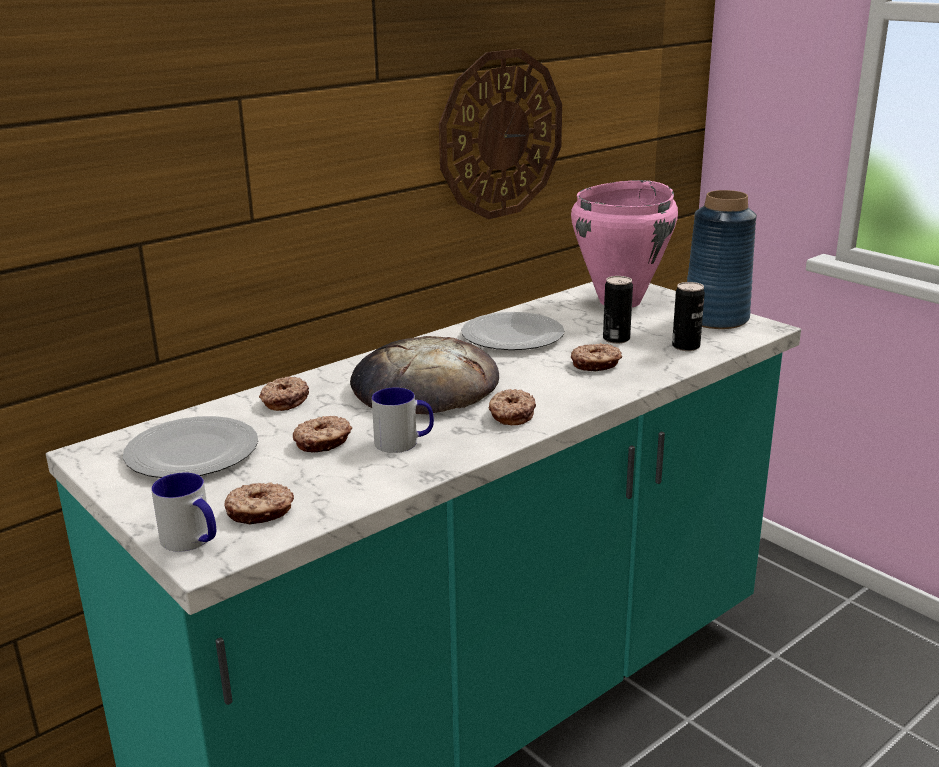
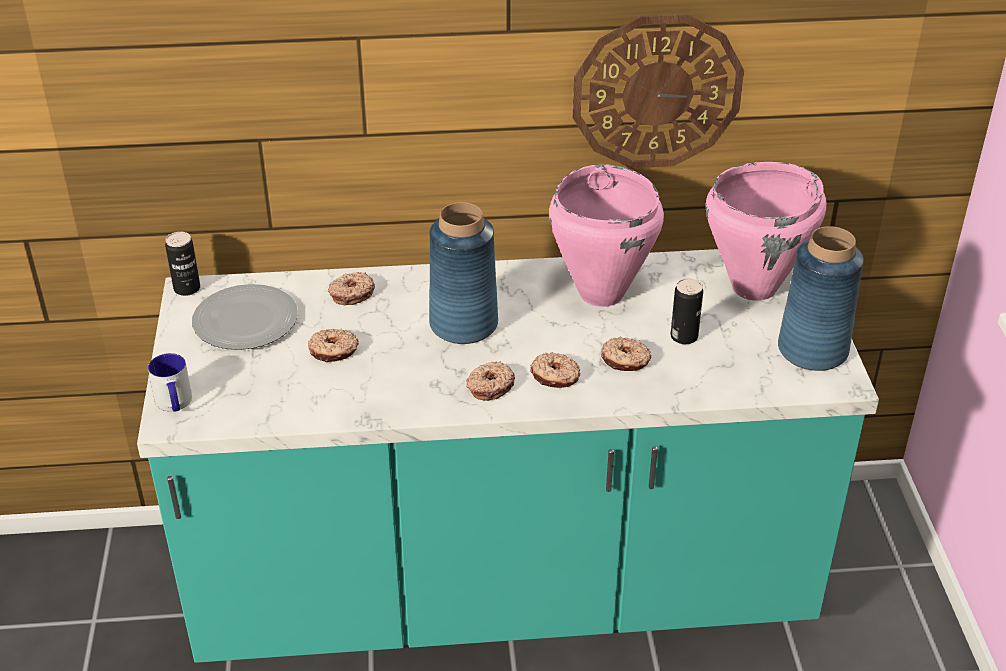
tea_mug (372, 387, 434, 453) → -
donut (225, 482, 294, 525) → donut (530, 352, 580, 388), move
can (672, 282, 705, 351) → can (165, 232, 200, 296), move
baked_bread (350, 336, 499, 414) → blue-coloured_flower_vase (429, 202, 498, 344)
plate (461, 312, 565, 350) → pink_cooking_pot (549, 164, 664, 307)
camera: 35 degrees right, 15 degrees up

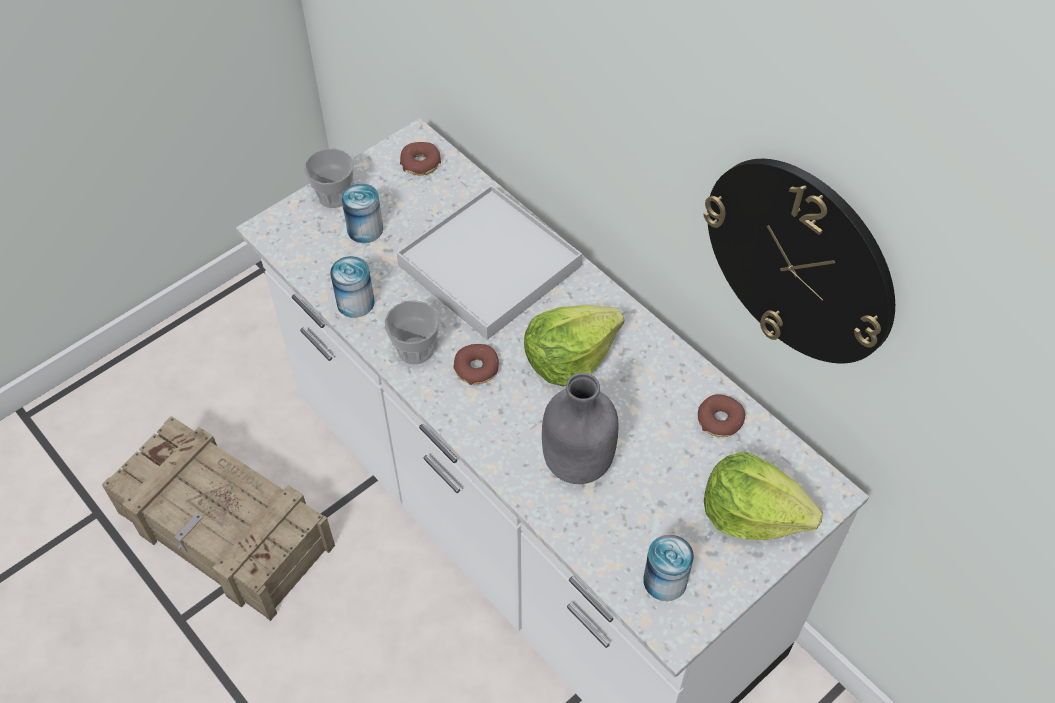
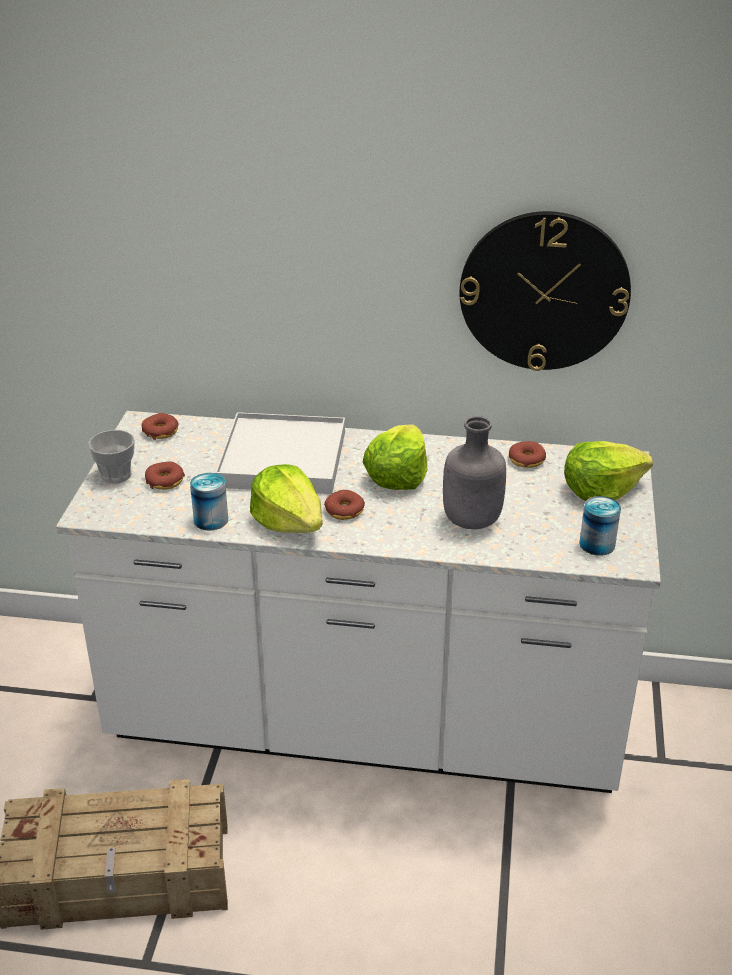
can (341, 183, 383, 243) → donut (145, 461, 185, 490)
small_cup (385, 300, 439, 364) → head_of_lettuce (250, 464, 323, 533)
camera: 40 degrees left, 20 degrees down

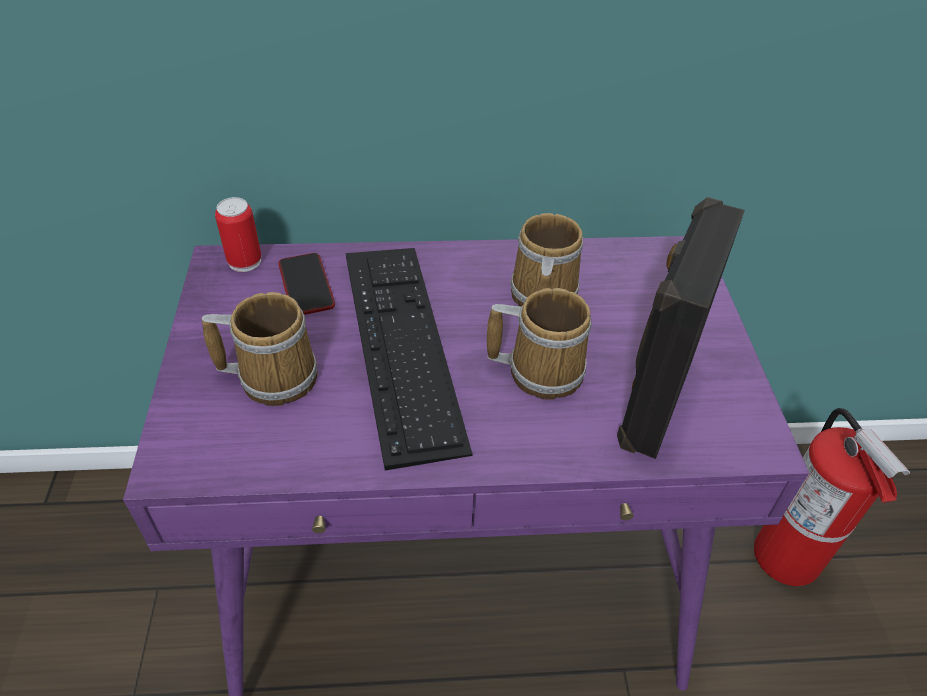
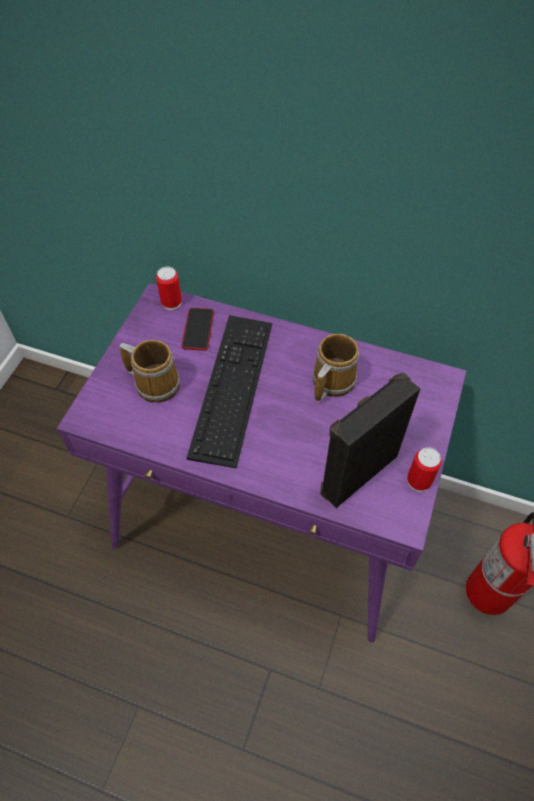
tea_mug (487, 288, 592, 400) → -
- → can (407, 447, 442, 492)
camera: 25 degrees right, 10 degrees up

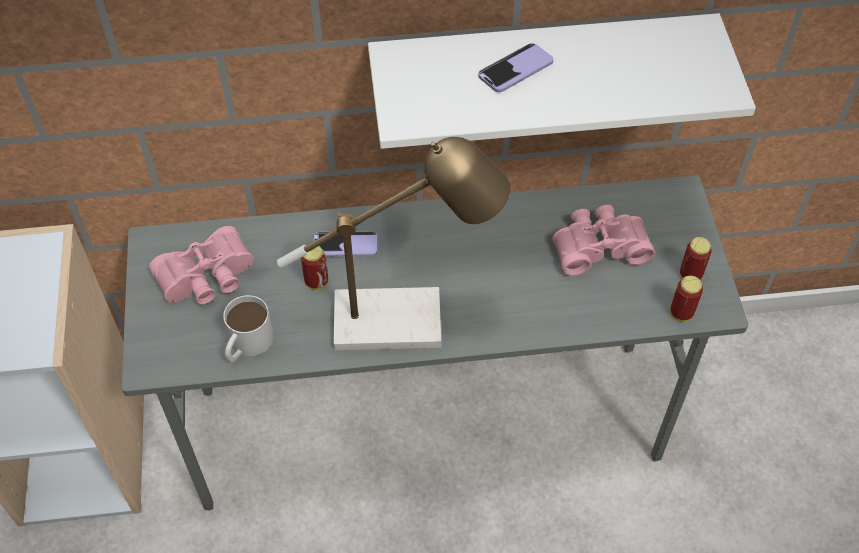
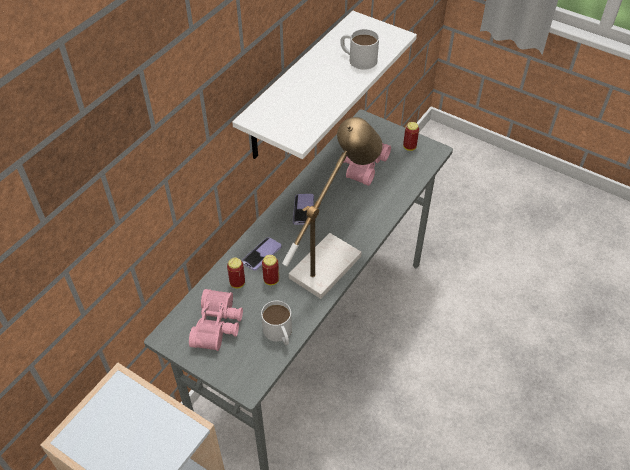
- → whitish_tea_mug (341, 29, 379, 70)
phone (478, 43, 553, 92) → phone (293, 194, 314, 225), move
can (670, 276, 703, 322) → can (227, 258, 245, 288), move
camera: 50 degrees left, 5 degrees down

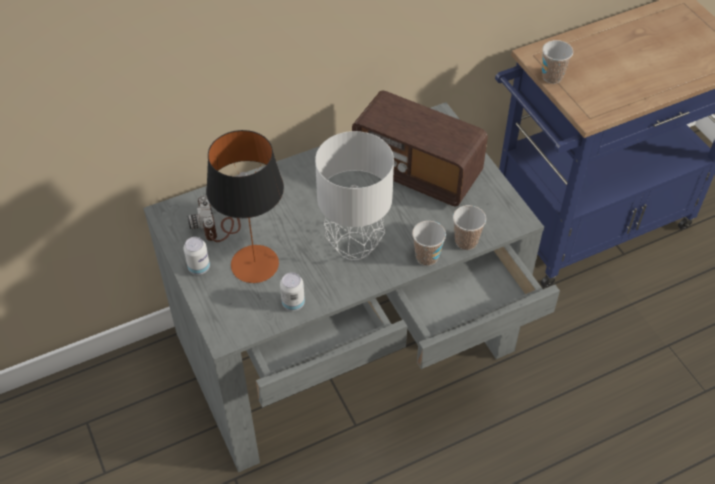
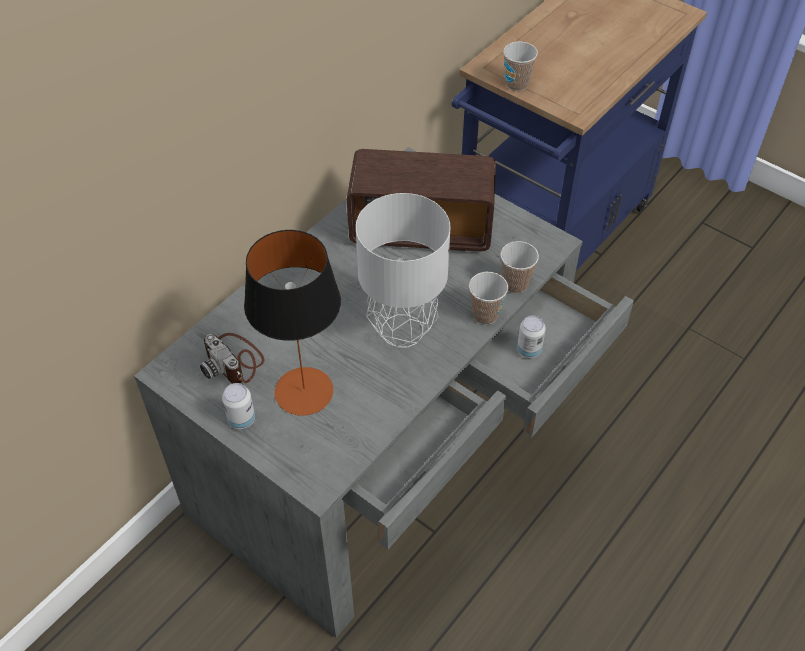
can (280, 272, 305, 311) → can (517, 315, 546, 358), move
camera: 25 degrees left, 0 degrees up

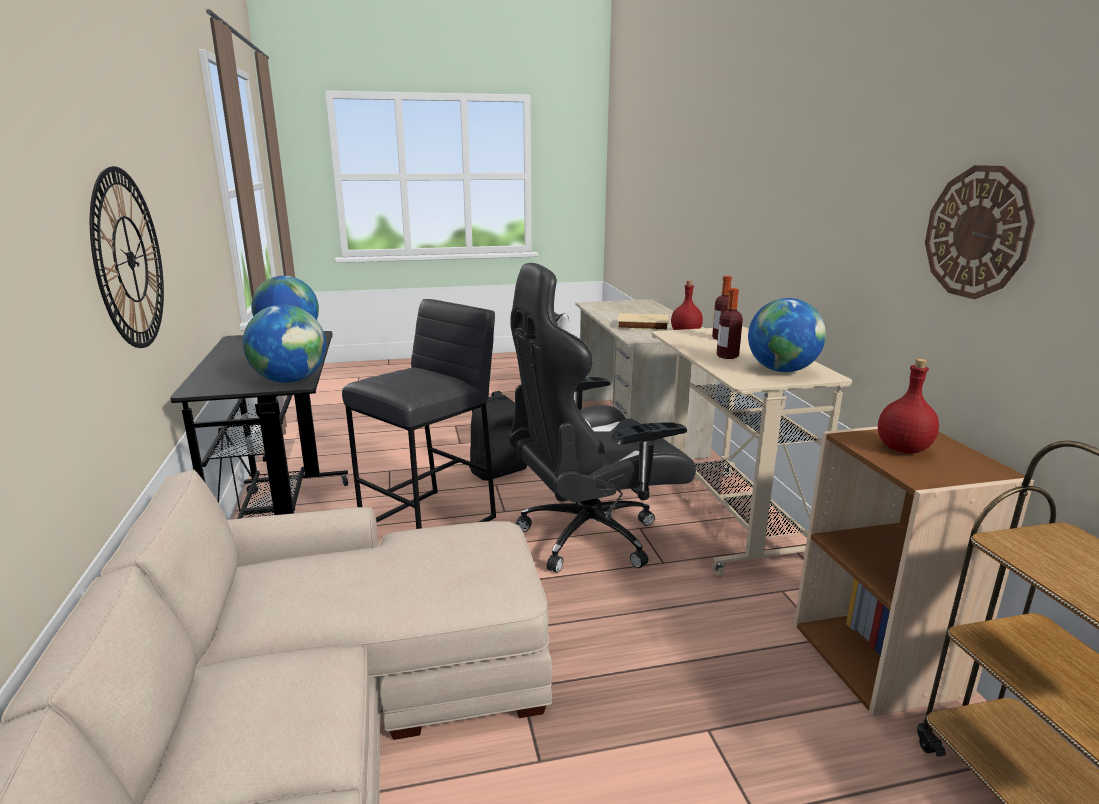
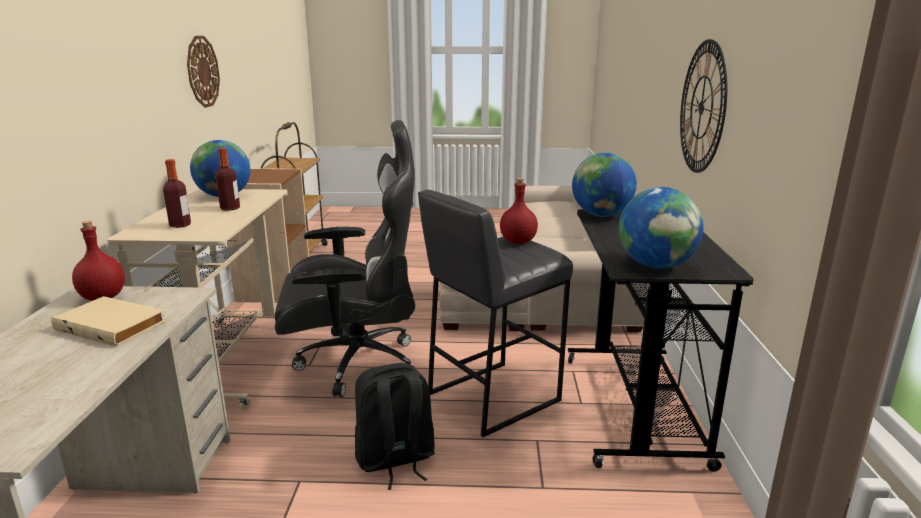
reddish_beverage_bottle (878, 359, 939, 454) → reddish_beverage_bottle (500, 178, 538, 244), move
camera: 165 degrees left, 0 degrees up

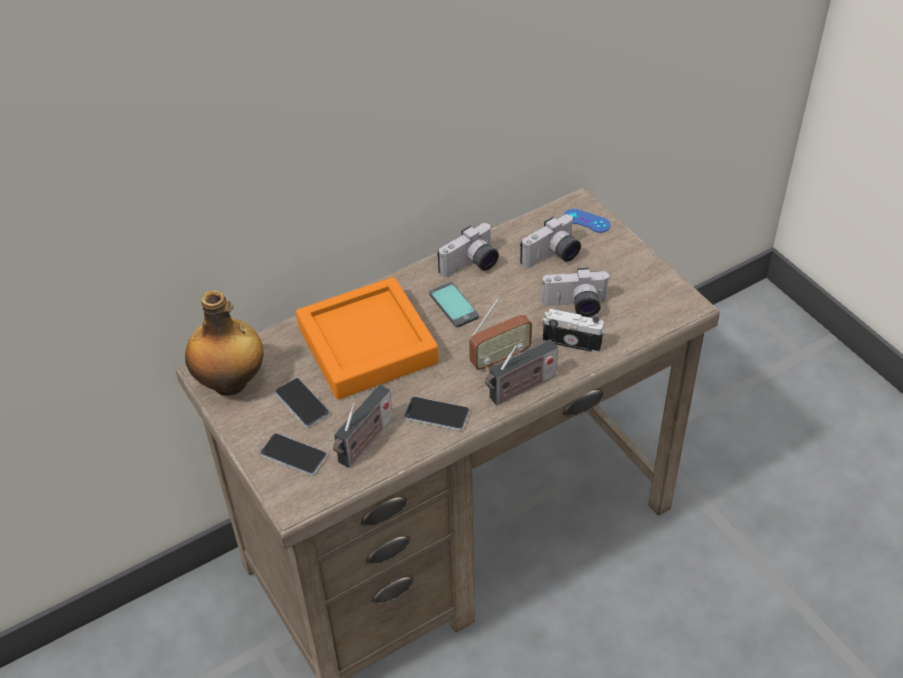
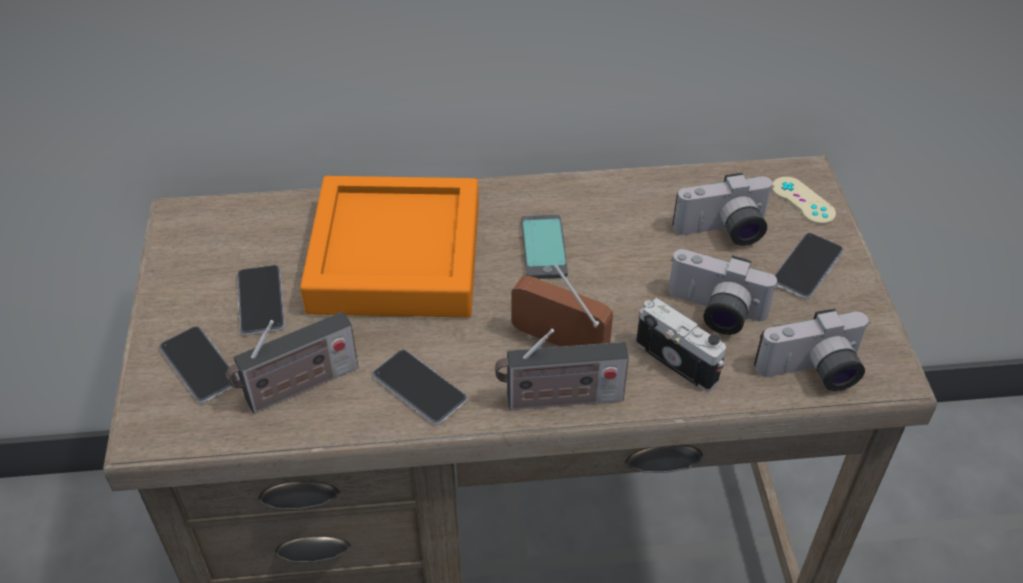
beverage_bottle (185, 290, 264, 395) → -
- → phone (774, 233, 843, 299)
still_camera (437, 223, 499, 277) → still_camera (754, 309, 870, 391), move
blue-coloured_gamepad (564, 209, 611, 233) → beige_gamepad (772, 177, 836, 224)
radio (469, 298, 532, 370) → radio (511, 265, 613, 347), 150 degrees counterclockwise
camera: 25 degrees right, 0 degrees up

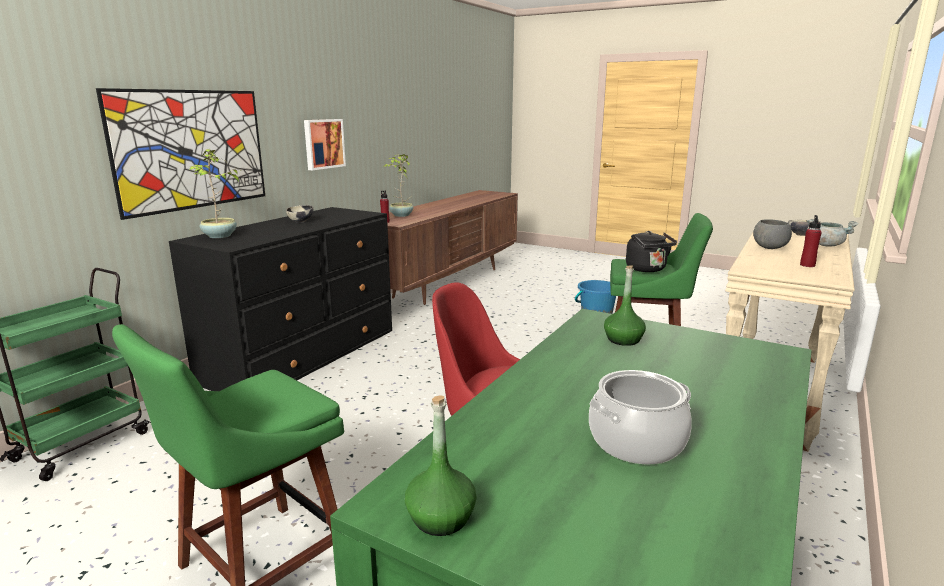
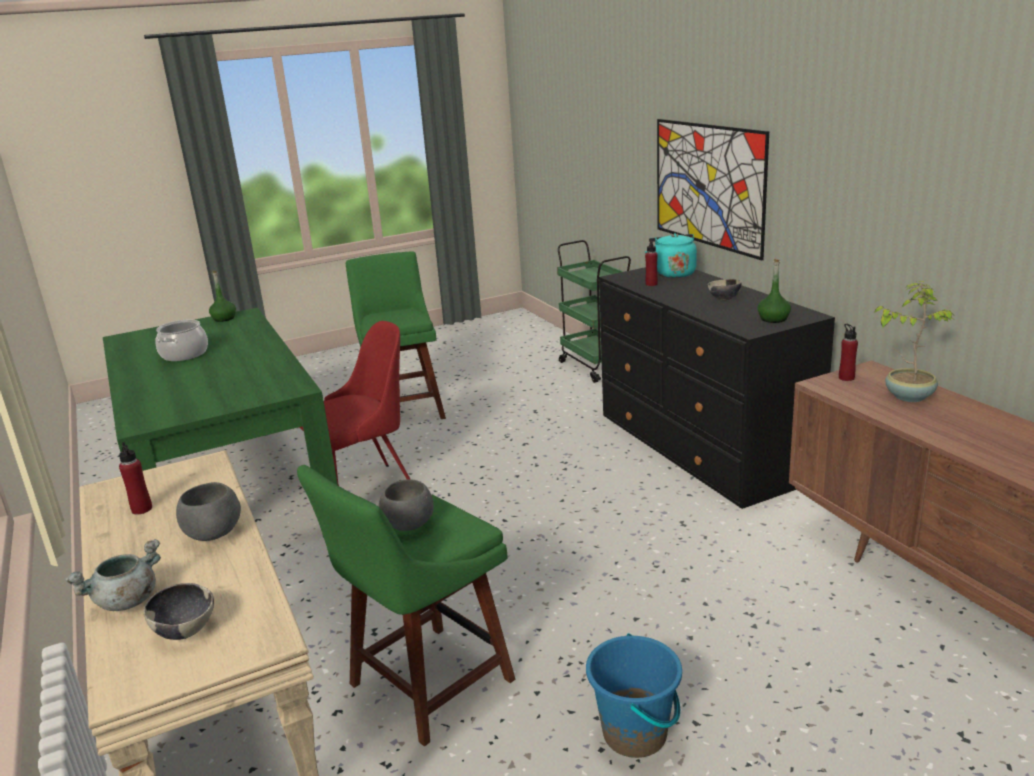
wall_picture (304, 119, 346, 170) → -
- → reddish_beverage_bottle (645, 240, 658, 286)
green-coloured_beverage_bottle (604, 265, 646, 346) → green-coloured_beverage_bottle (757, 259, 791, 323), move
plant_in_a_pot (190, 149, 239, 238) → blue-green_kettle (645, 233, 697, 278)
black_kettle (626, 231, 677, 272) → gray_serving_bowl (379, 479, 434, 531)
camera: 125 degrees right, 5 degrees up

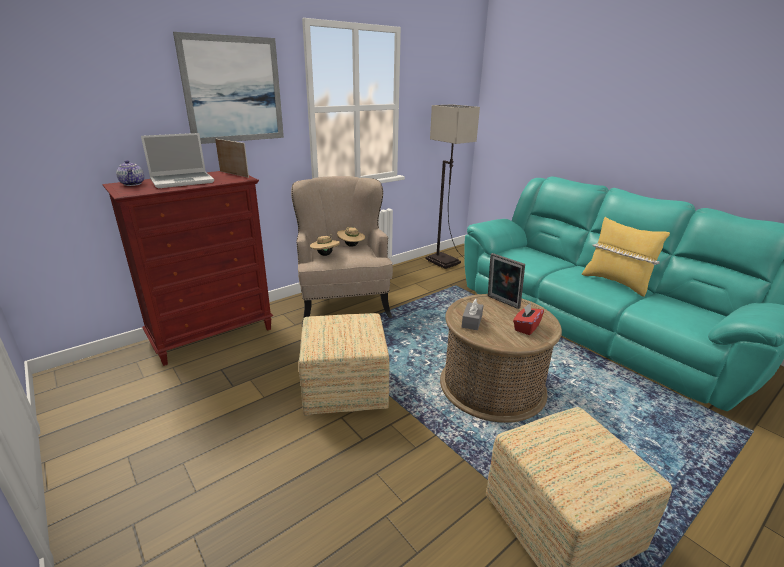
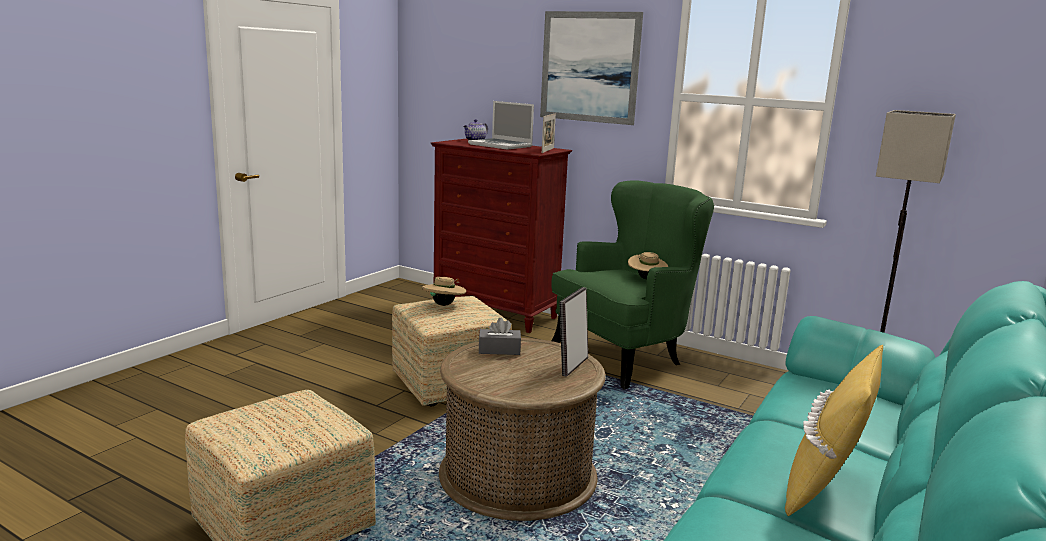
reddish_box_of_tissues (513, 303, 544, 335) → -
beige_clothing_hat (310, 236, 340, 256) → beige_clothing_hat (422, 277, 466, 306), move
beige_lounge_chair (291, 176, 393, 325) → green-coloured_lounge_chair (551, 180, 714, 389)
camera: 70 degrees right, 10 degrees down

